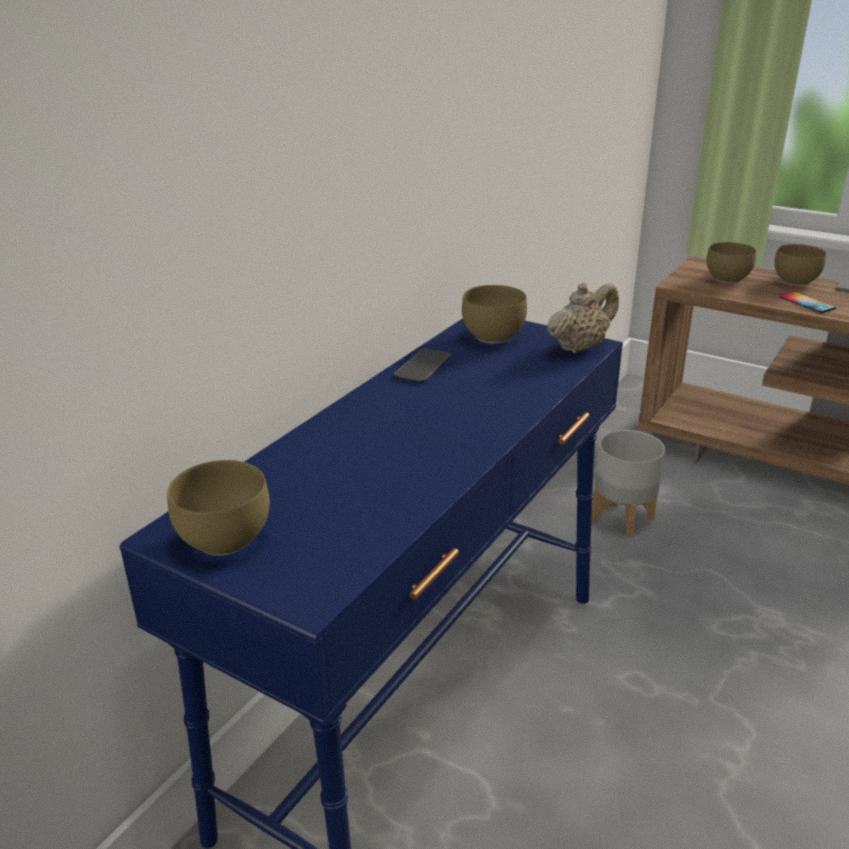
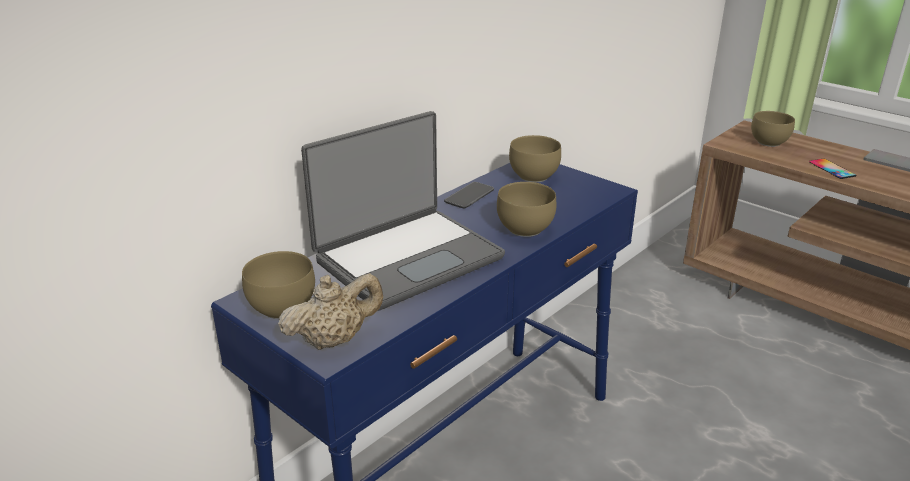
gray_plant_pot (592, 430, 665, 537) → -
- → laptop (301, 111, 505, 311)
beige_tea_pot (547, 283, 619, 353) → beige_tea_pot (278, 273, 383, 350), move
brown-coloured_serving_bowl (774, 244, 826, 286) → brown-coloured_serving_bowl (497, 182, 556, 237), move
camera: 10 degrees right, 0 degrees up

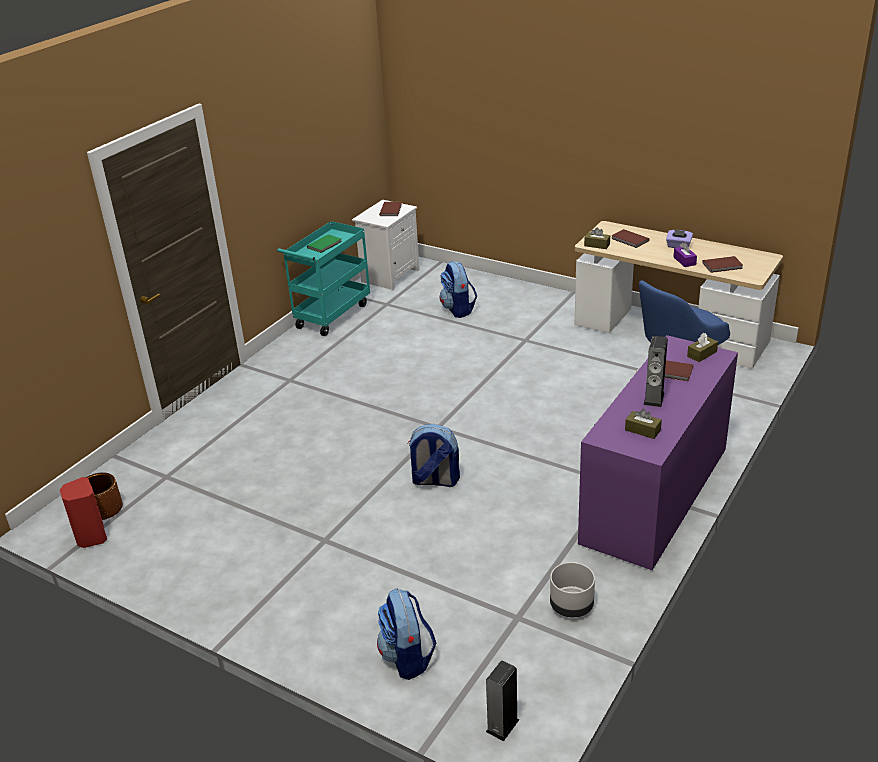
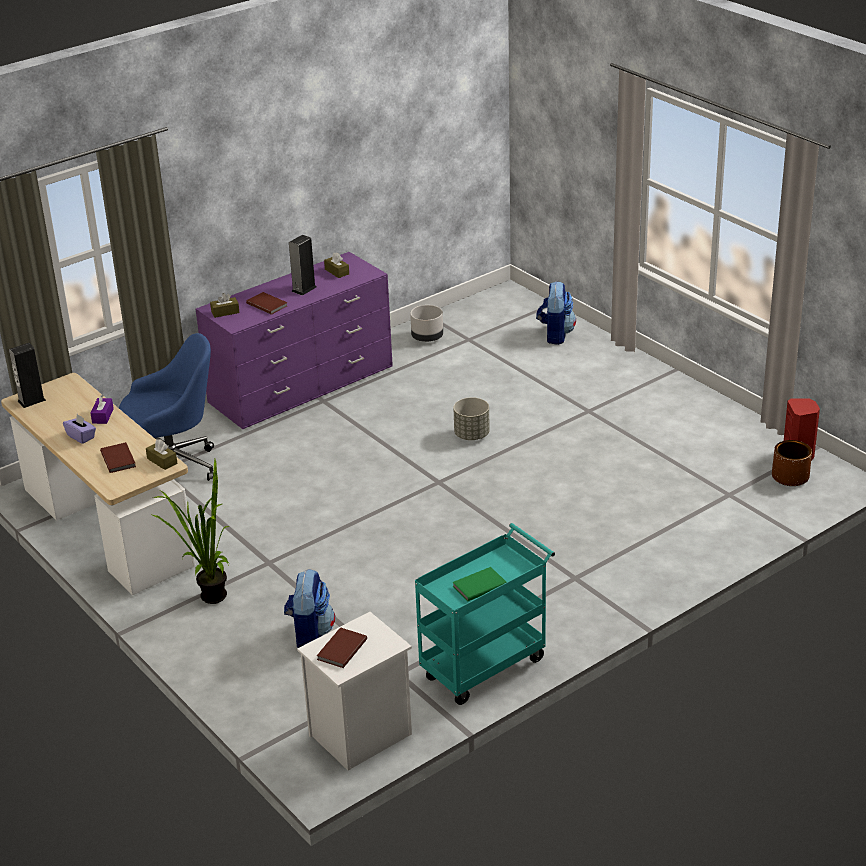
brown-coloured_book (702, 256, 743, 273) → -
- → plant_in_a_pot (150, 459, 229, 604)
loudspeaker (486, 660, 519, 741) → loudspeaker (9, 343, 46, 408), move
knapsack (408, 424, 460, 487) → gray_plant_pot (453, 397, 490, 440)
camera: 160 degrees left, 0 degrees up

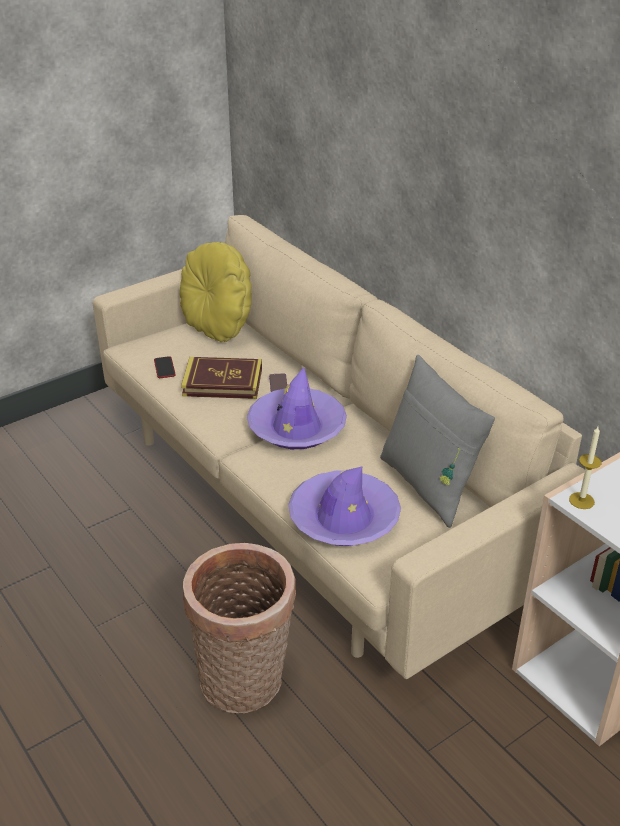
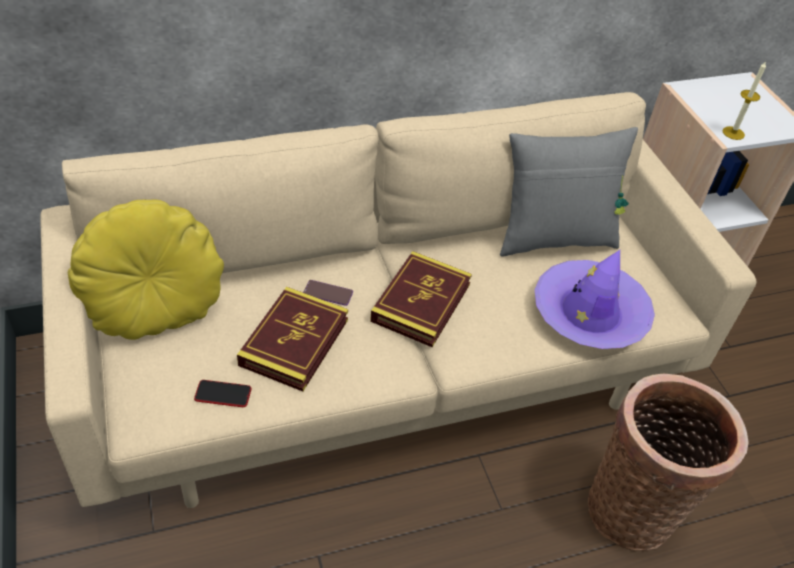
purplish_clothing_hat (247, 367, 347, 449) → book (370, 251, 472, 347)
camera: 75 degrees left, 10 degrees up

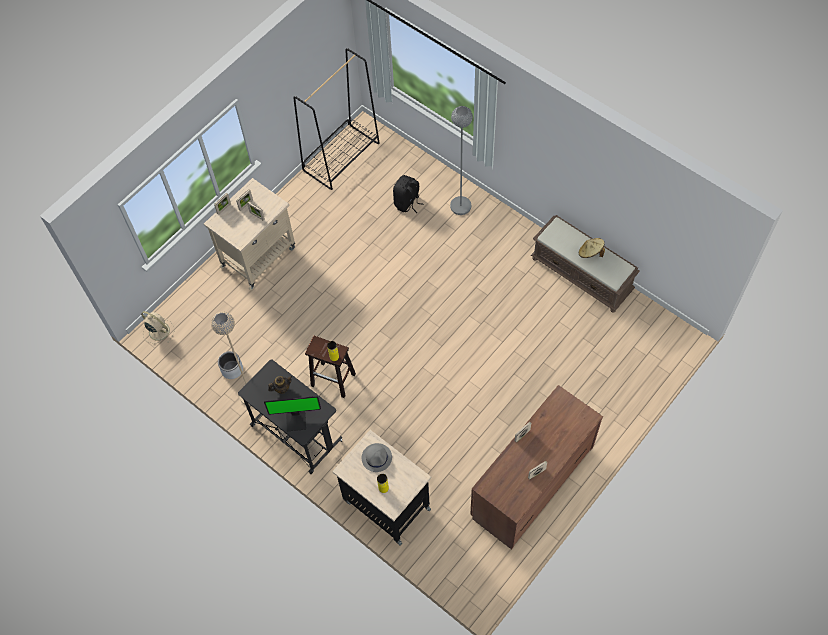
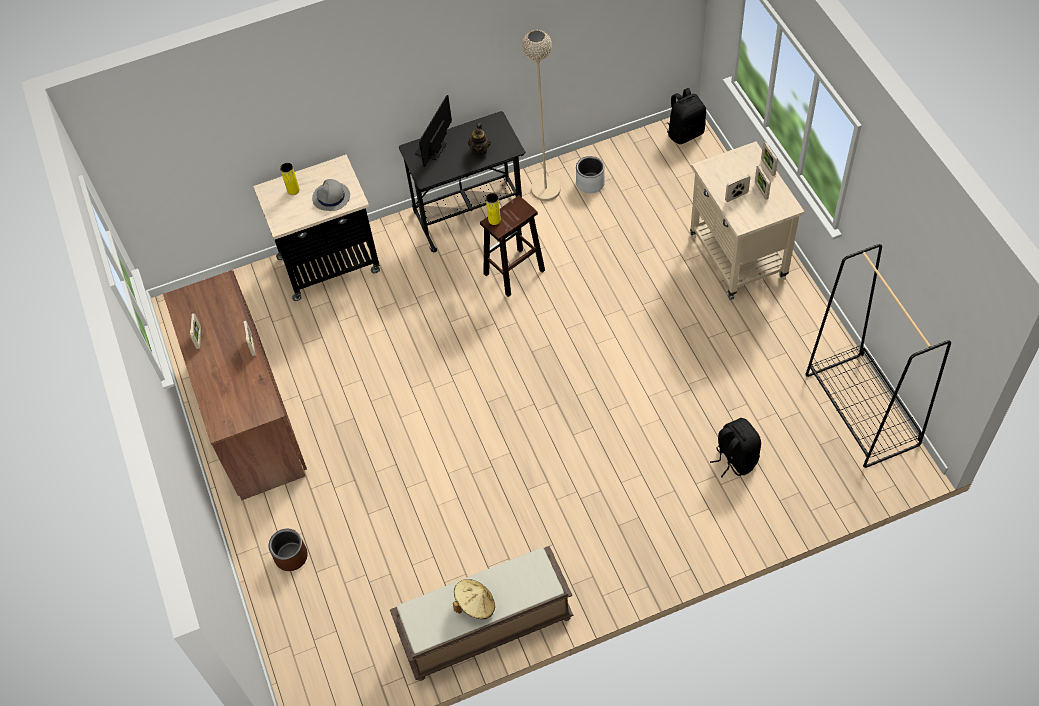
gray_standard_lamp (450, 106, 473, 215) → -
- → brown-coloured_plant_pot (269, 529, 308, 571)
beige_fan (141, 311, 175, 343) → black_knapsack (667, 88, 706, 144)
camera: 120 degrees right, 5 degrees down

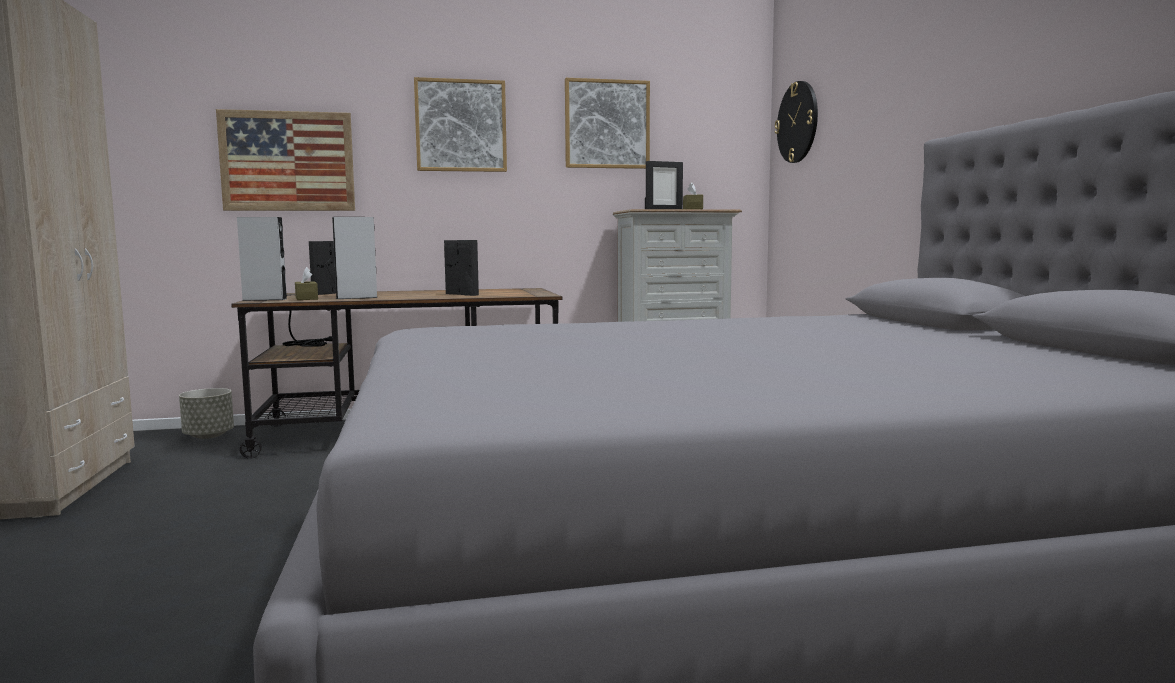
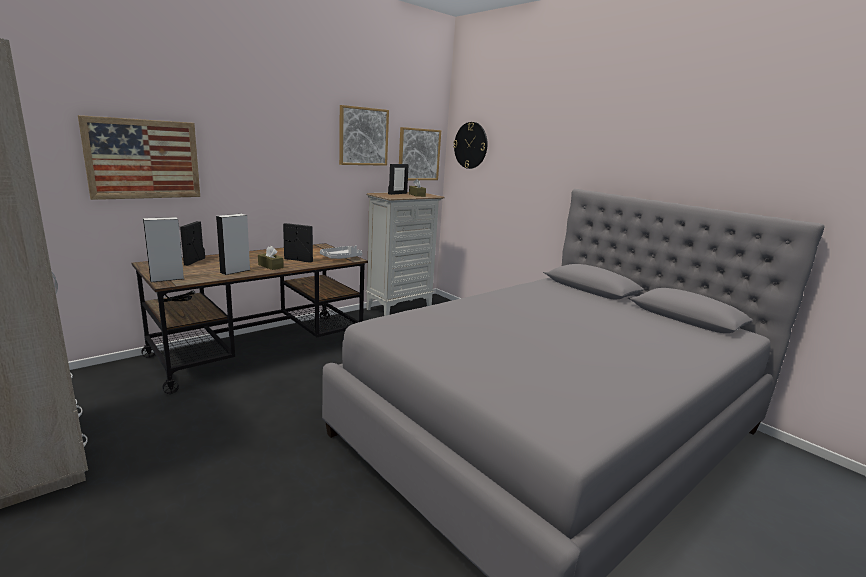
gray_plant_pot (179, 388, 234, 439) → -
- → gray_carrying_tray (320, 245, 362, 259)
brown-coloured_box_of_tissues (295, 267, 318, 300) → brown-coloured_box_of_tissues (258, 246, 284, 270), move
wall_picture (414, 77, 507, 172) → wall_picture (399, 127, 441, 180), move
camera: 30 degrees left, 10 degrees up

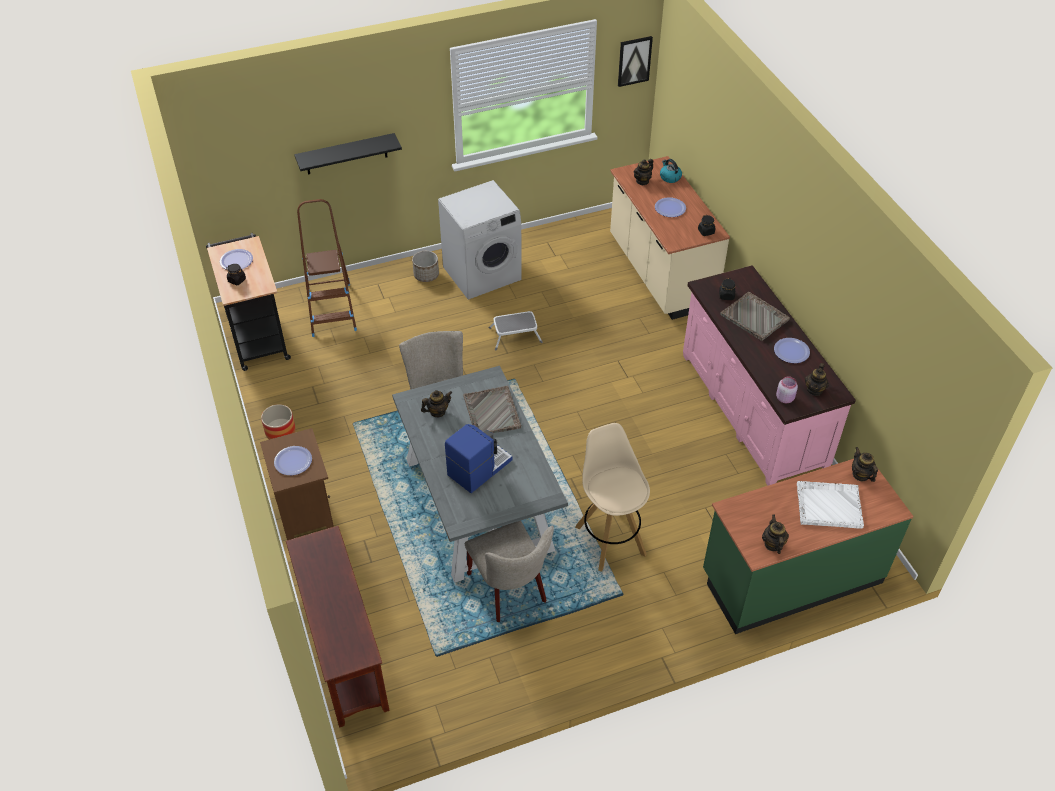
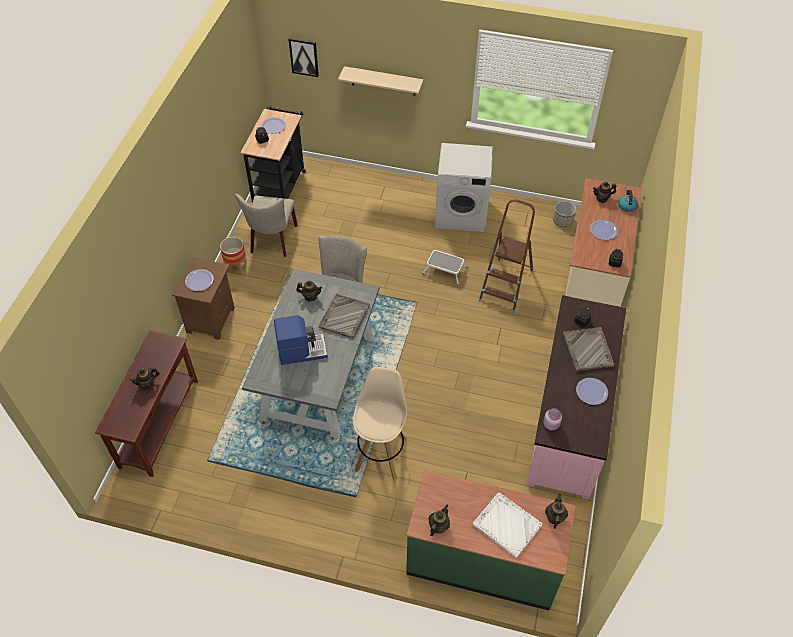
brown-coloured_step_ladder (297, 199, 357, 337) → brown-coloured_step_ladder (479, 199, 535, 313), move
plant_pot (412, 251, 439, 282) → plant_pot (553, 201, 576, 227), move
beige_plain_chair (465, 521, 554, 622) → beige_plain_chair (235, 194, 298, 257), move
wall_picture (618, 36, 653, 87) → wall_picture (288, 38, 319, 77), move
tea_pot (805, 363, 829, 396) → tea_pot (129, 367, 160, 390), move
black_bracket_shelf (294, 133, 402, 175) → beige_bracket_shelf (338, 66, 423, 96)
camera: 35 degrees right, 5 degrees up

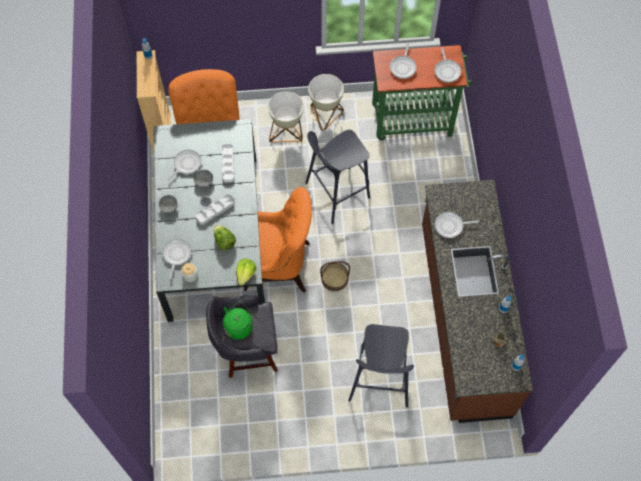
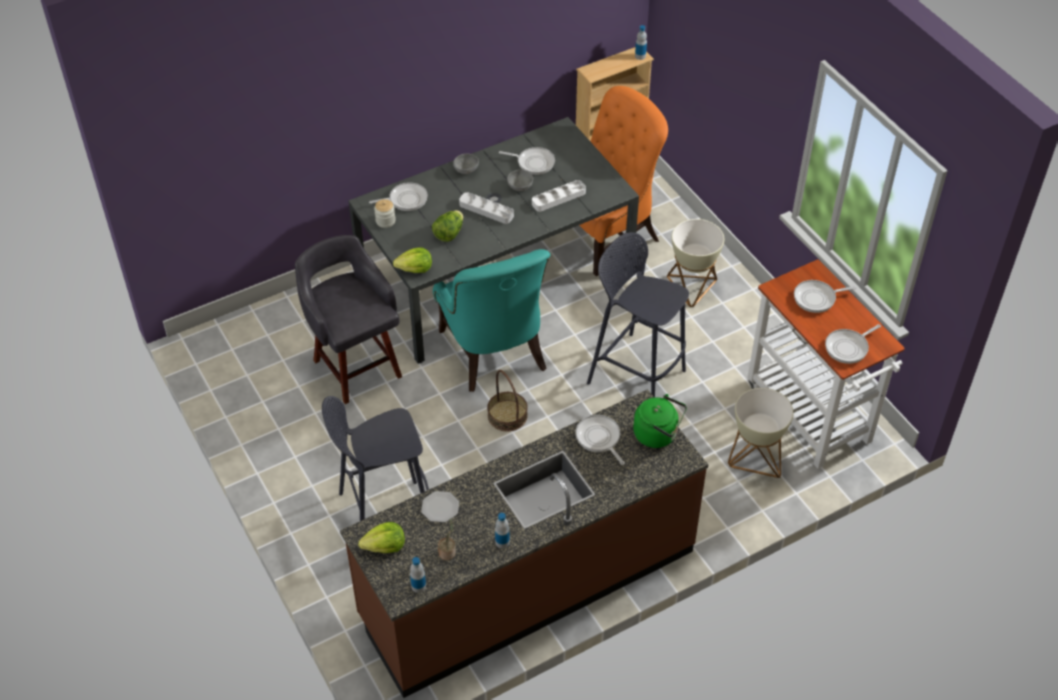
- → head_of_lettuce (358, 522, 405, 553)
- → plate (421, 491, 459, 522)
green-coloured_kettle (223, 301, 257, 340) → green-coloured_kettle (633, 394, 687, 448), move
plant_pot (308, 74, 344, 130) → plant_pot (728, 388, 794, 478), move
orange-coloured_plain_chair (244, 187, 312, 293) → blue-green_plain_chair (433, 249, 550, 392)
green-coloured_wheeled_cart (372, 45, 472, 140) → whitish_wheeled_cart (747, 260, 905, 469)
camera: 65 degrees right, 15 degrees down

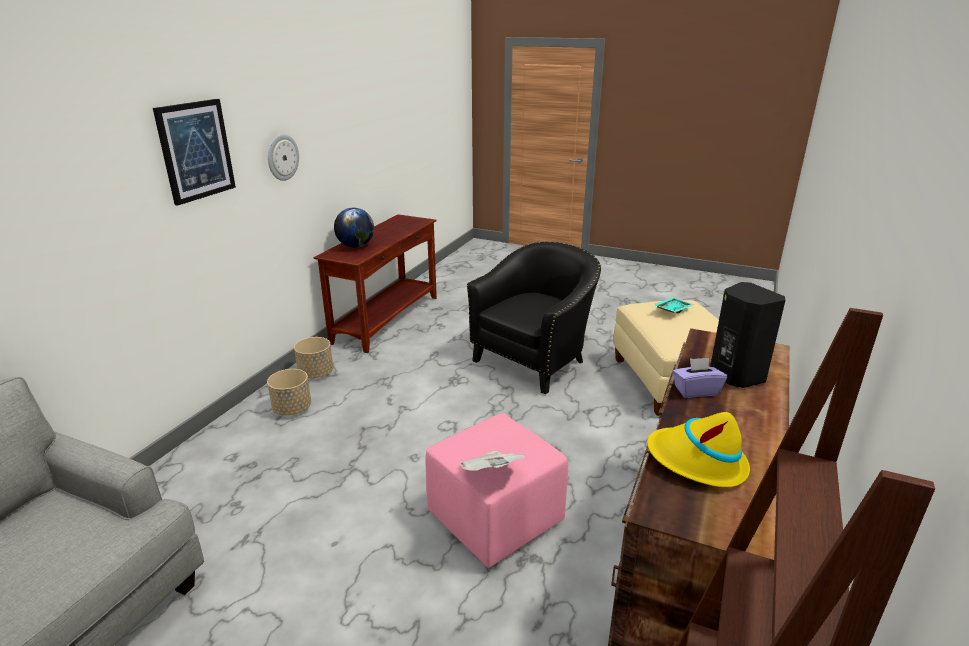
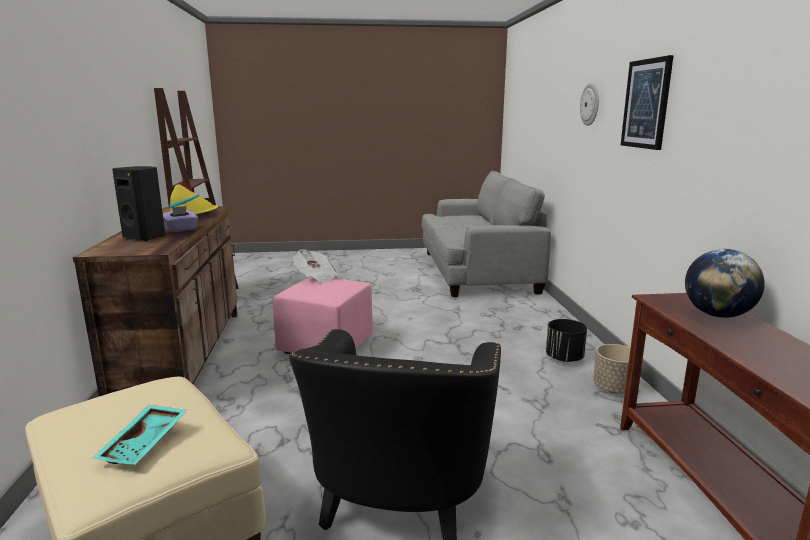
wall_clock (268, 134, 299, 181) → wall_clock (580, 83, 599, 126), move
beige_plant_pot (267, 369, 311, 415) → black_plant_pot (546, 319, 587, 362)
camera: 150 degrees right, 10 degrees down

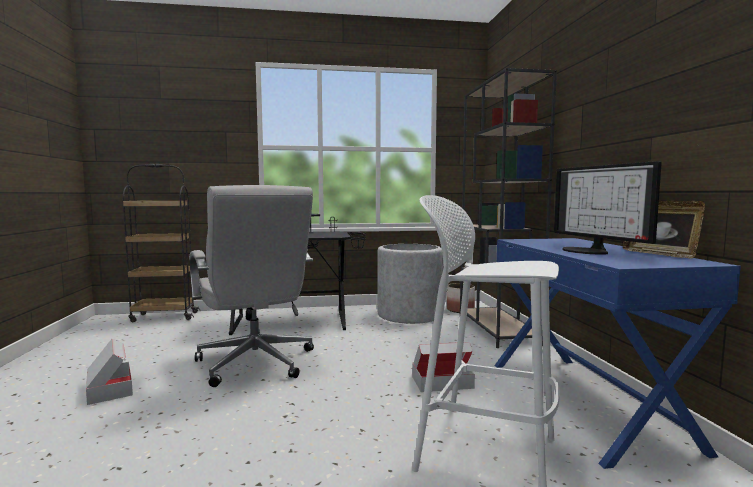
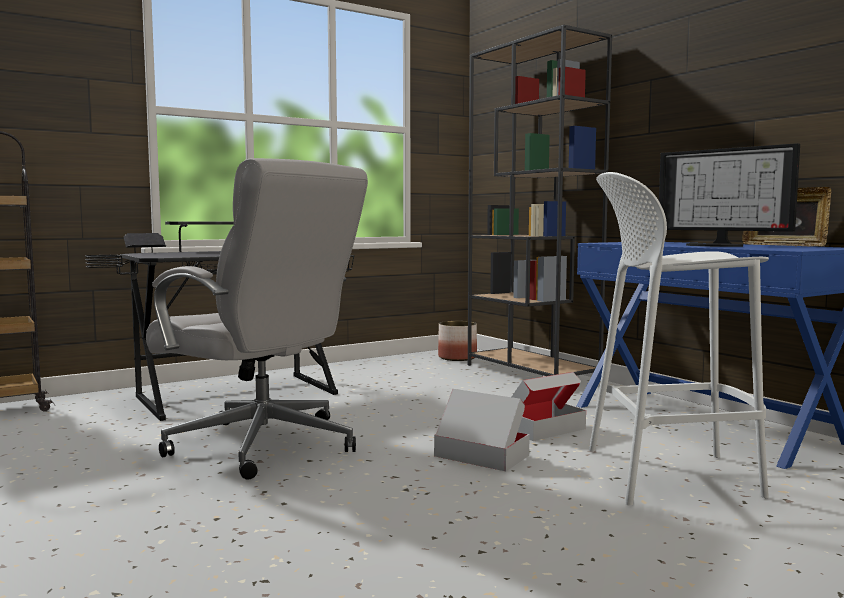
gray_plant_pot (377, 244, 443, 324) → -
cardboard_box (86, 339, 133, 405) → cardboard_box (434, 389, 530, 471), move
camera: 25 degrees left, 0 degrees up

